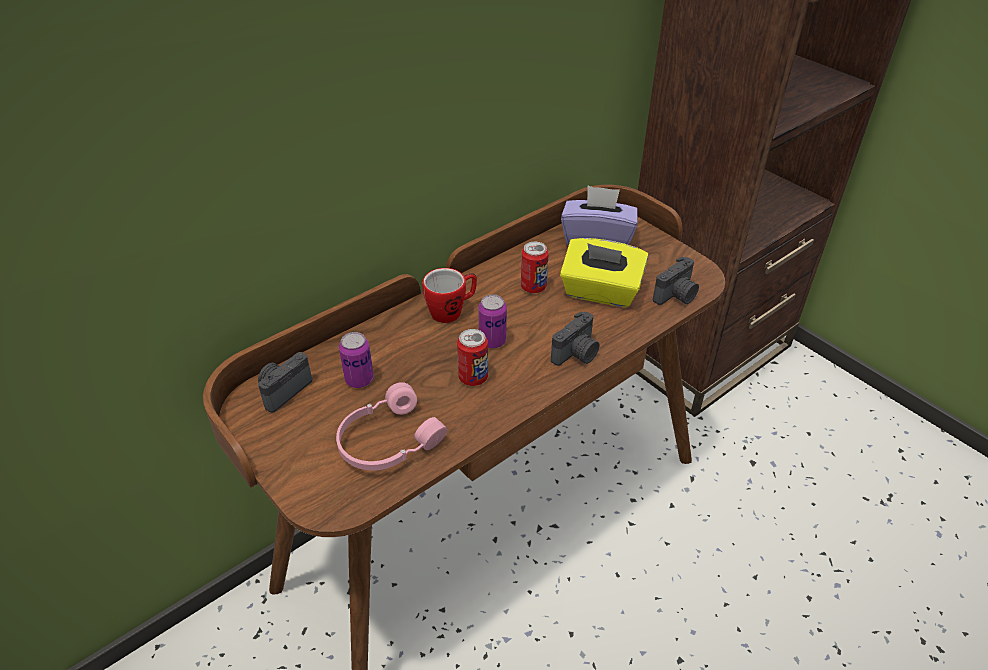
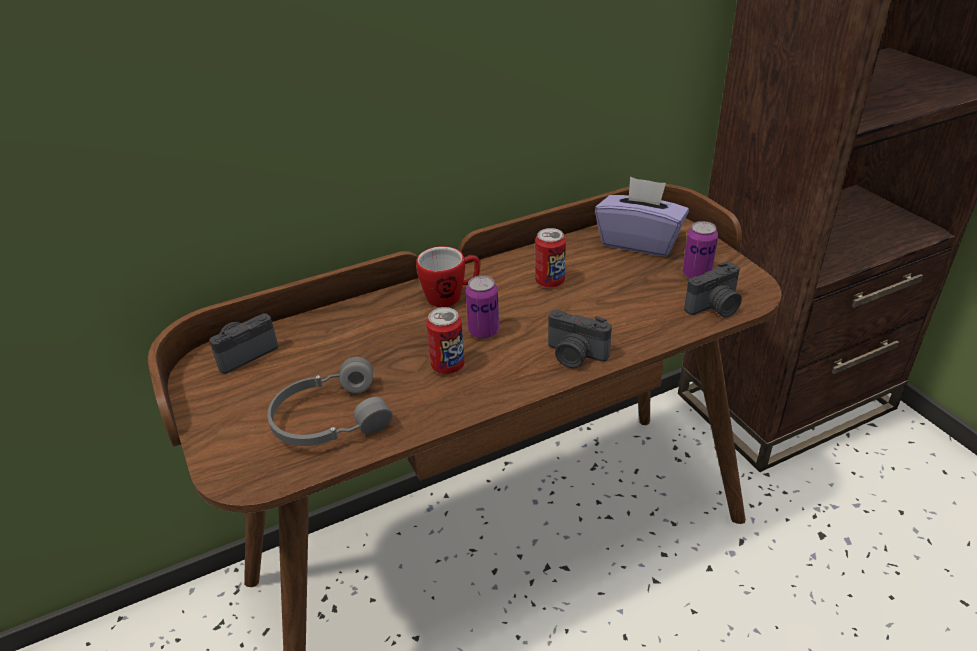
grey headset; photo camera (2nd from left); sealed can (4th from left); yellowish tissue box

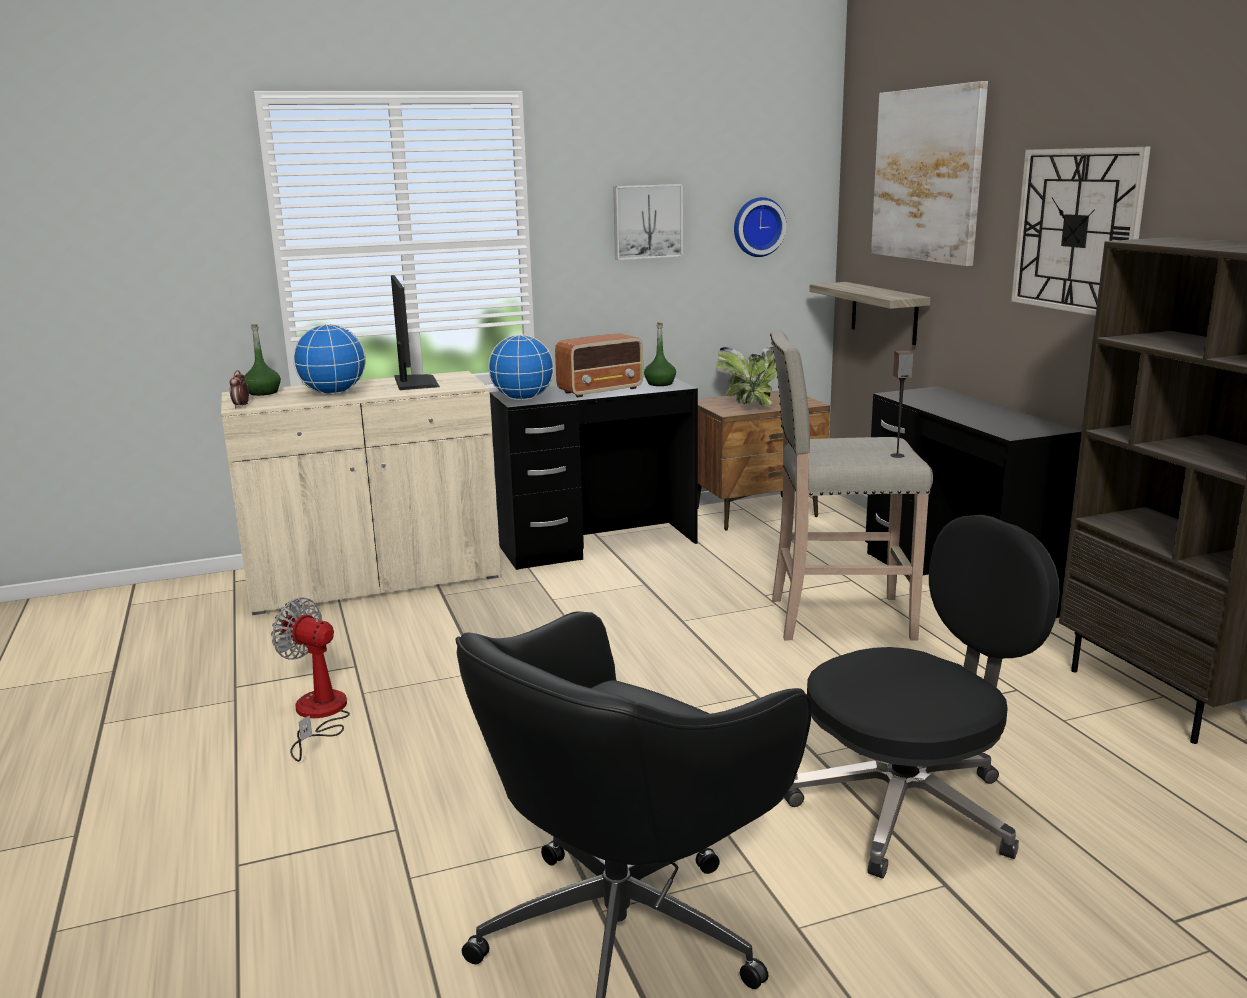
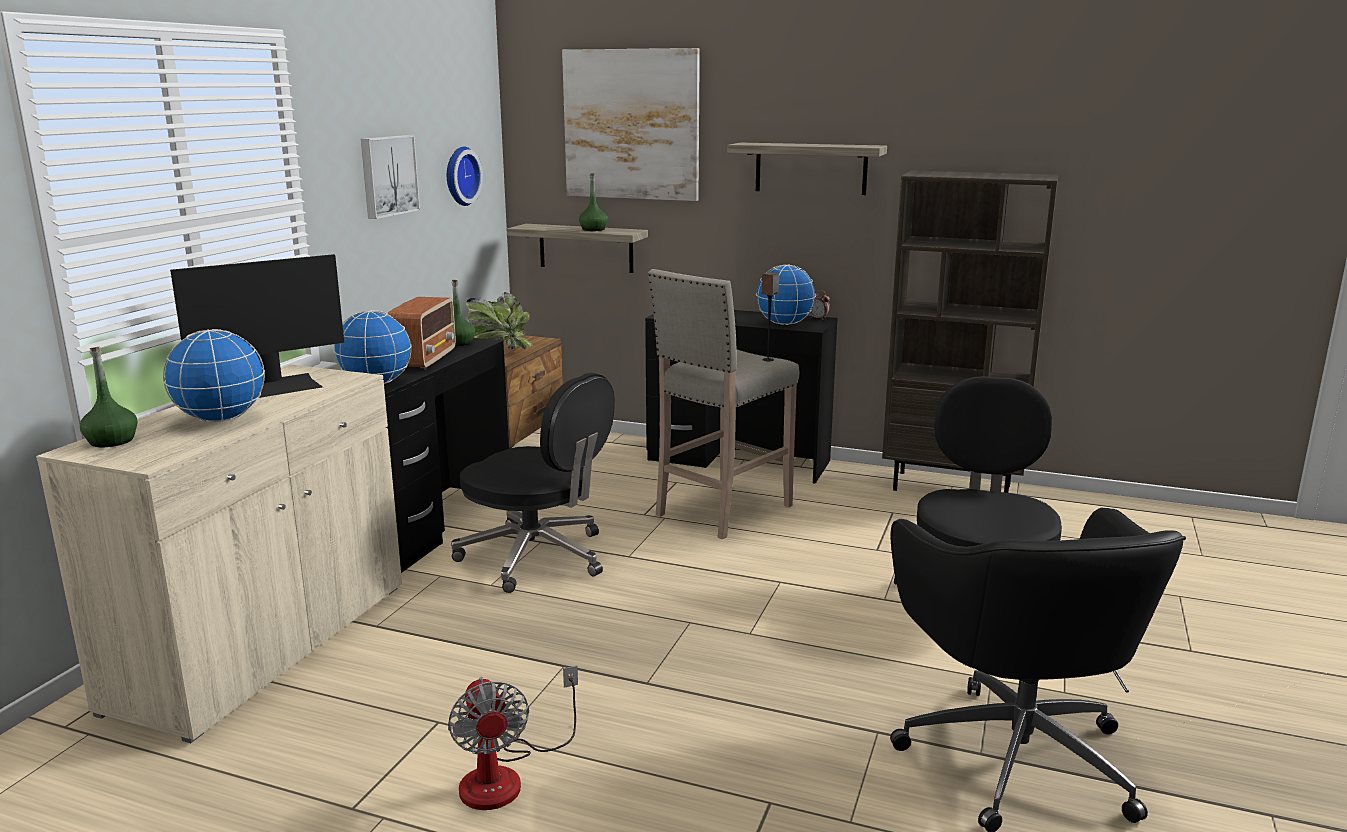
computer screen; electric fan; blackish computer chair (1st from left); green bottle (3rd from left); bracket shelf (2nd from left); globe (3rd from left); bedside clock

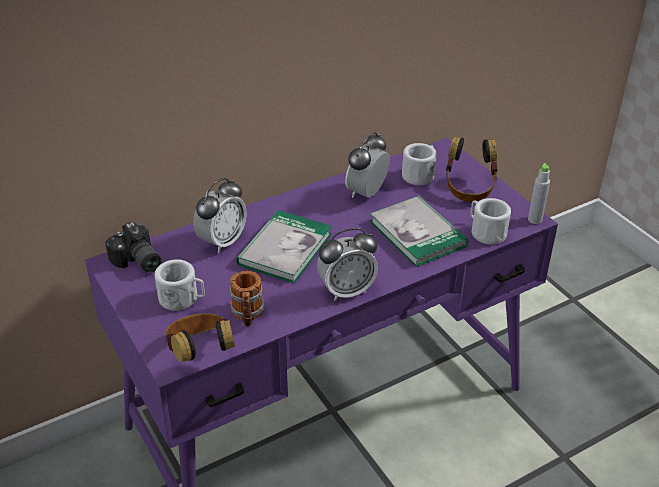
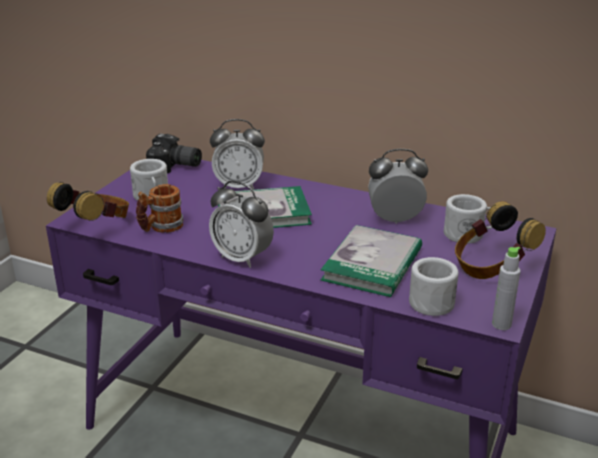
photo camera

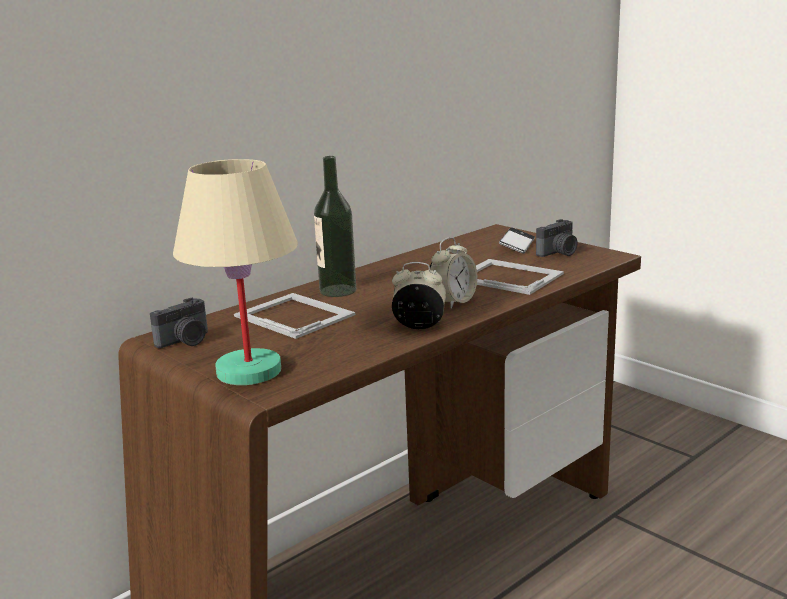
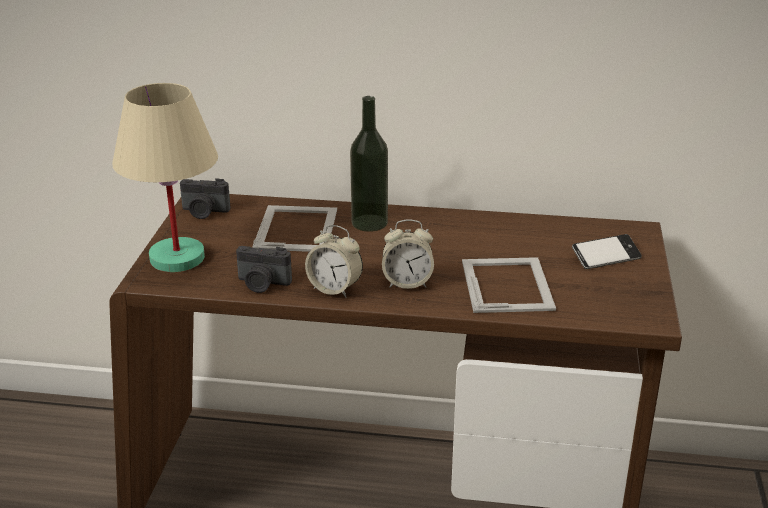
photo camera (2nd from left); bedside clock (1st from left)

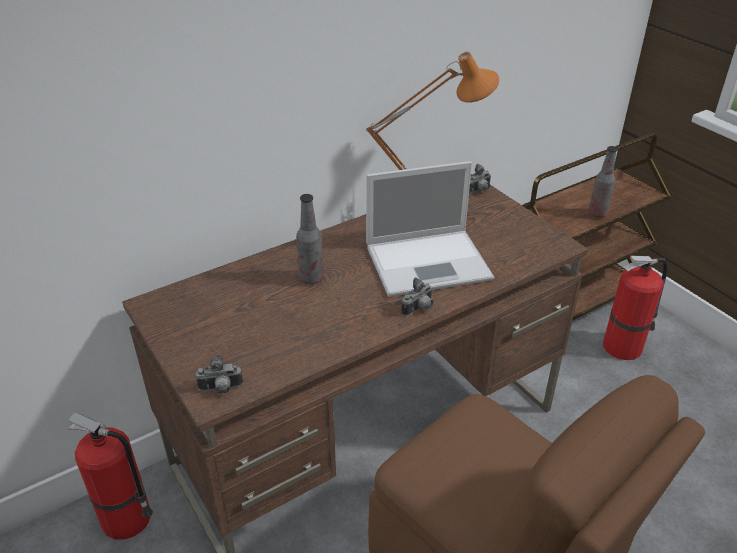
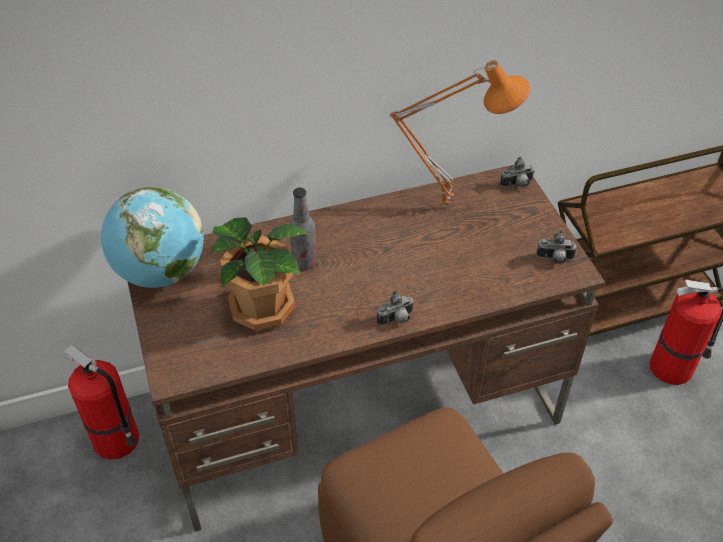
globe; potted plant; photo camera (3rd from left); laptop; bottle (2nd from left in the first image)

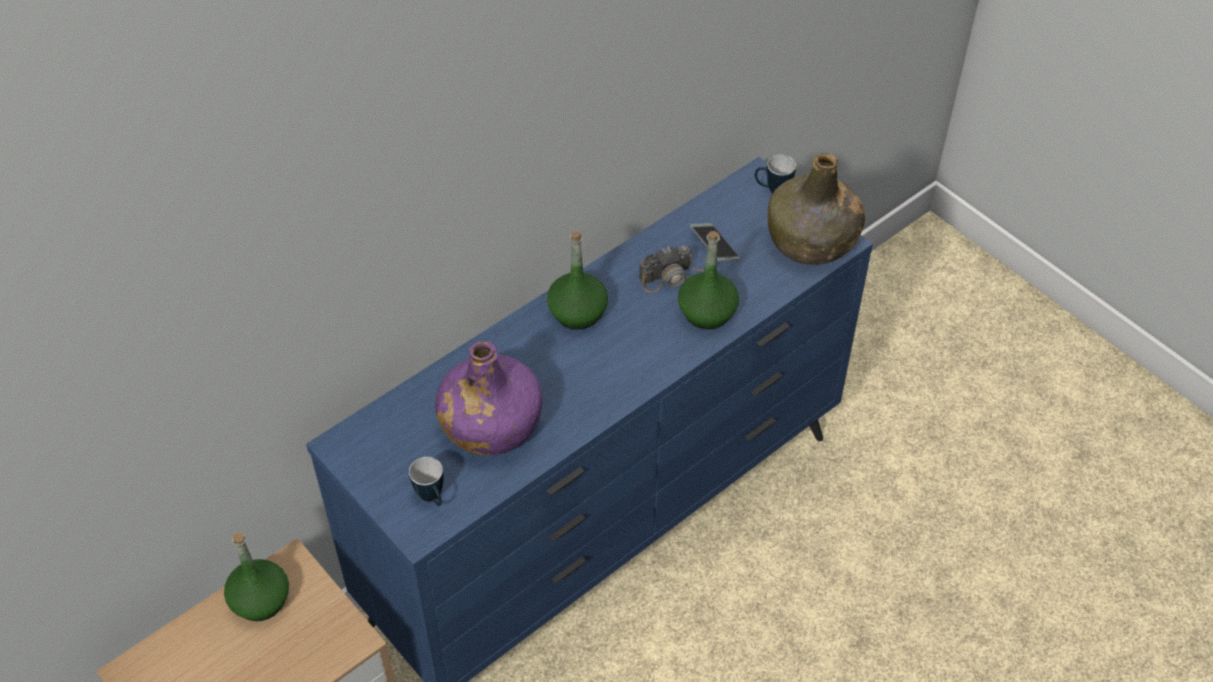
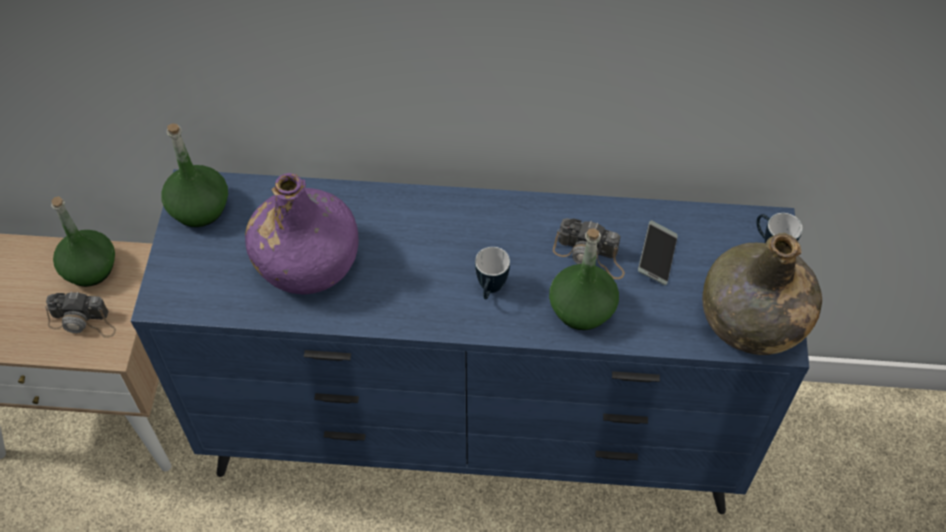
photo camera (1st from left); green bottle (2nd from left); tea mug (1st from left)

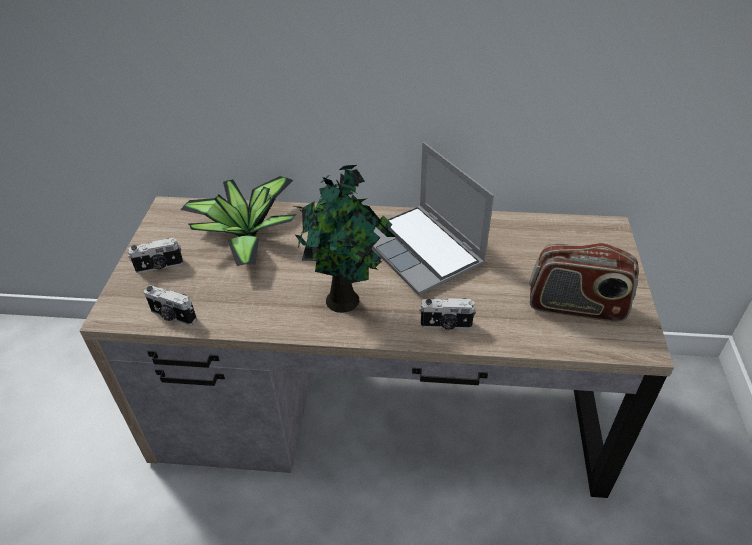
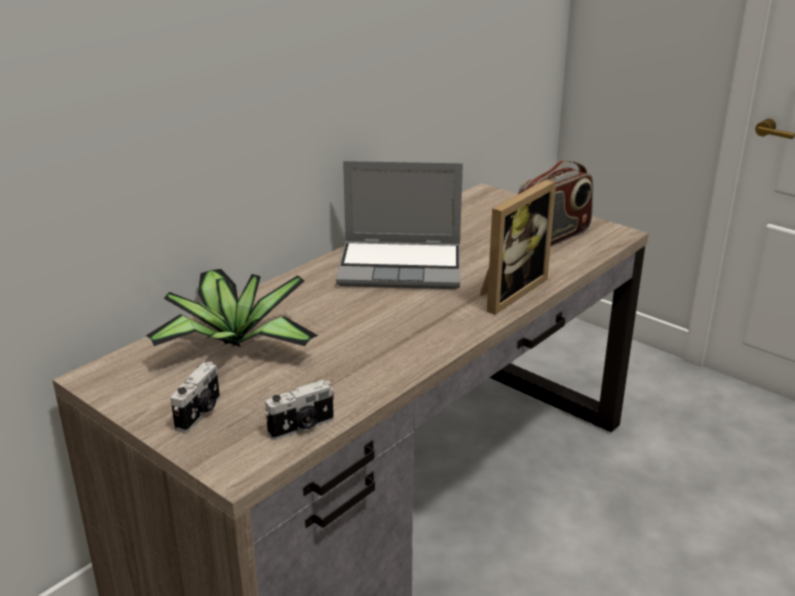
standing frame; potted plant (2nd from left in the first image)

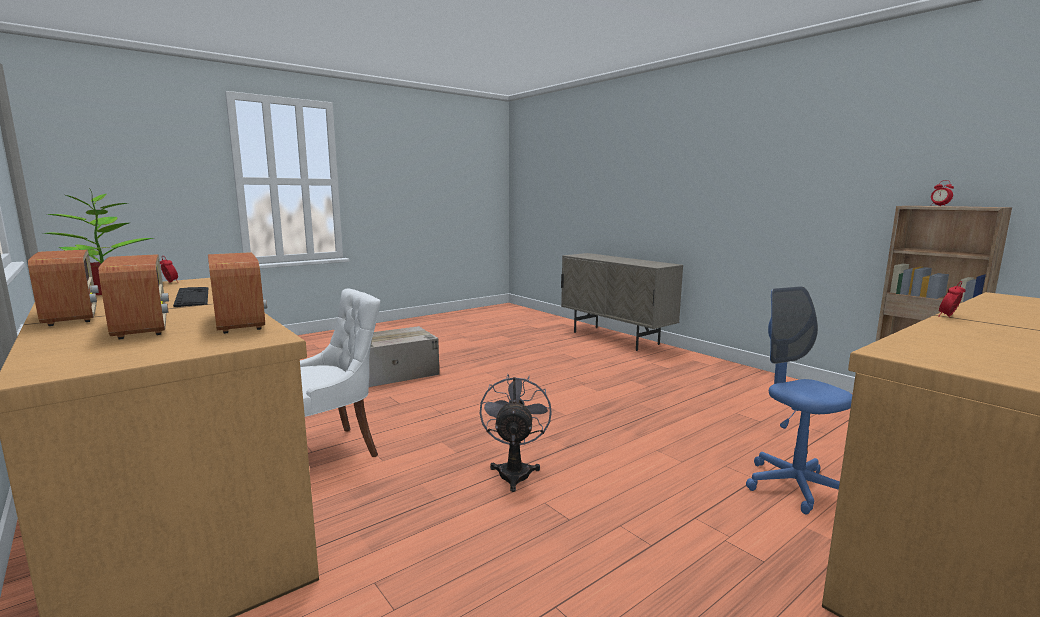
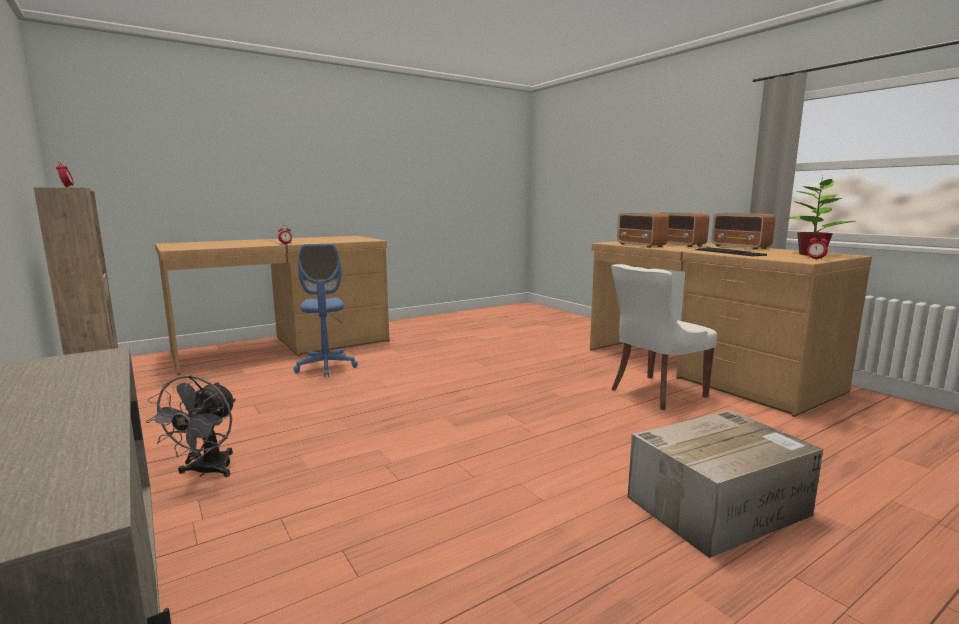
grey electric fan

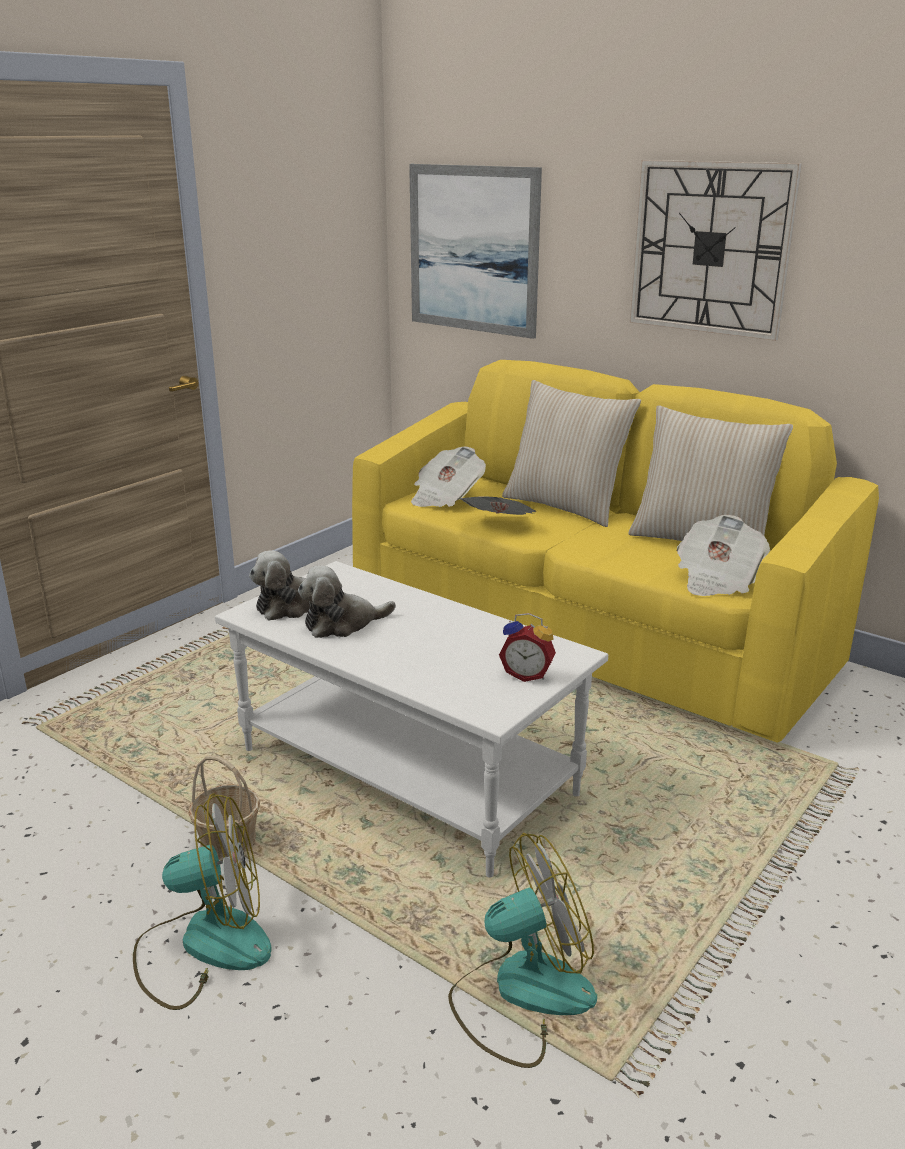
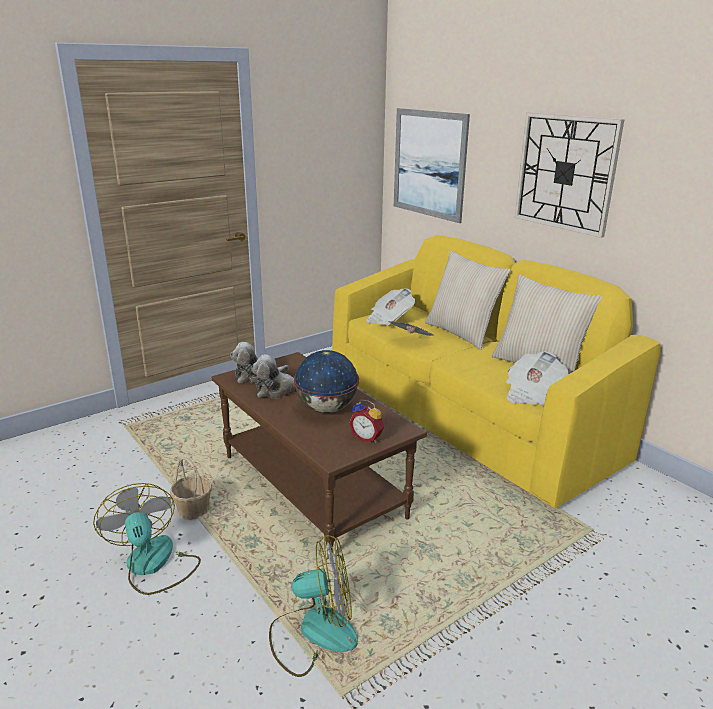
electric fan (1st from left); brown-coloured low table; globe

